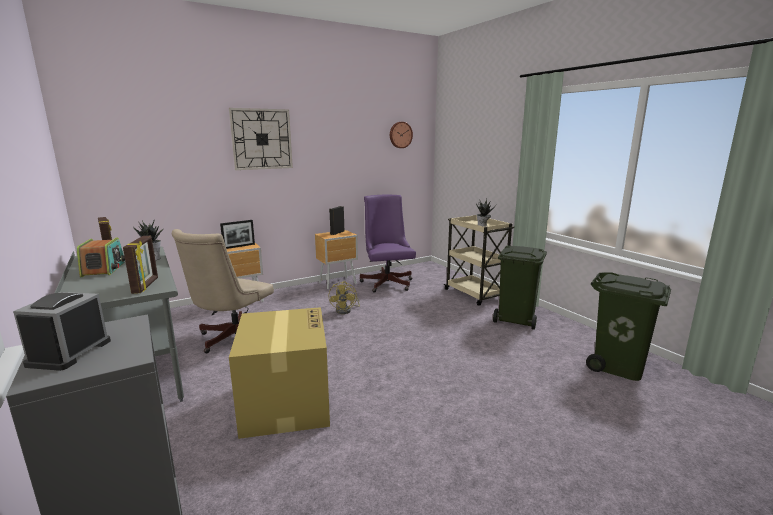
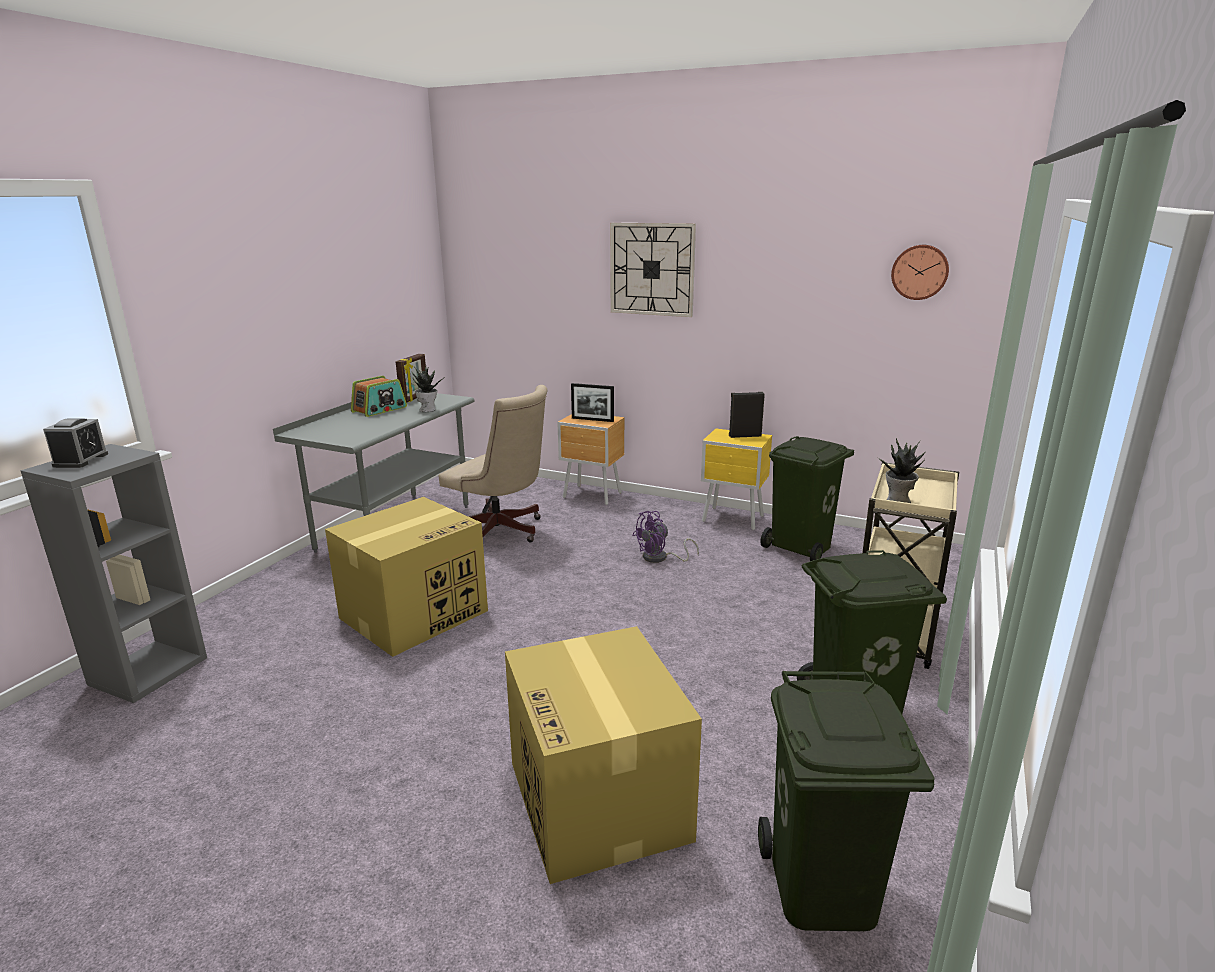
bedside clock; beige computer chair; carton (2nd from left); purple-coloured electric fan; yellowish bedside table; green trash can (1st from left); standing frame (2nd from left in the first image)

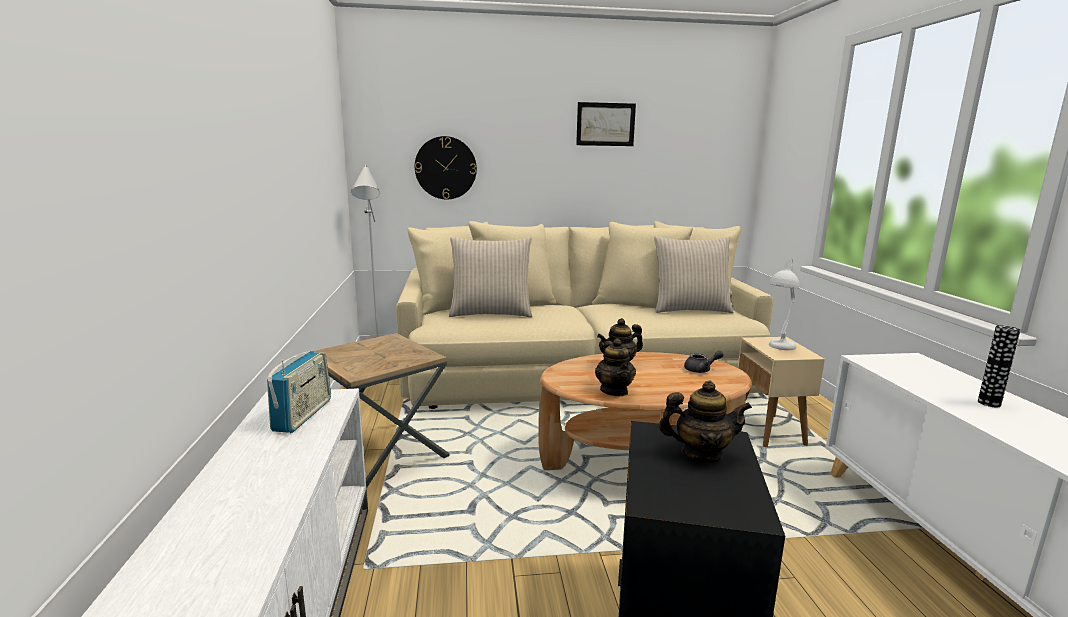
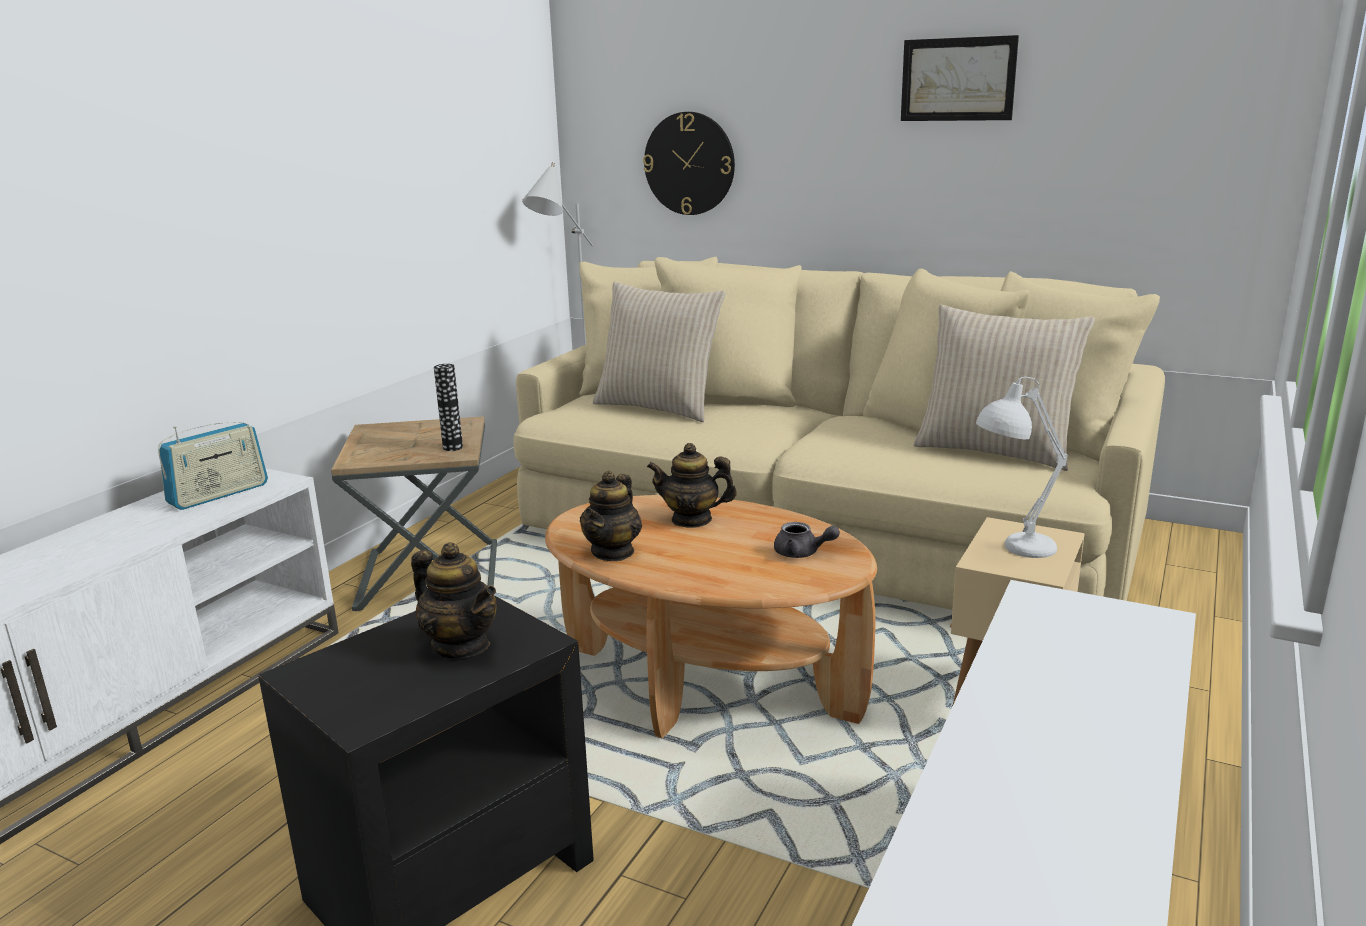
flower vase

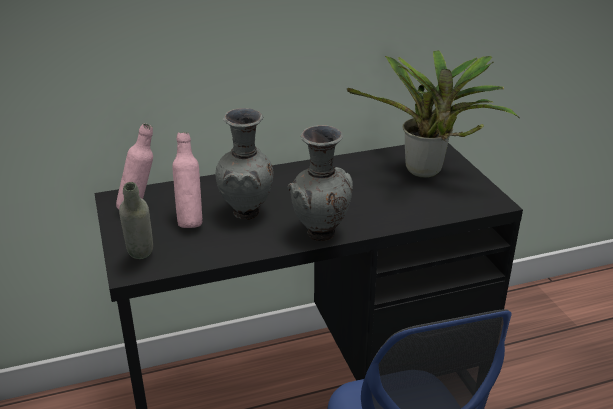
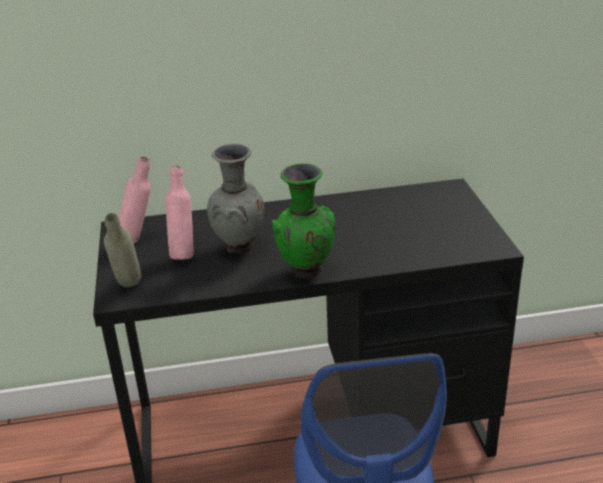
green flower vase; potted plant

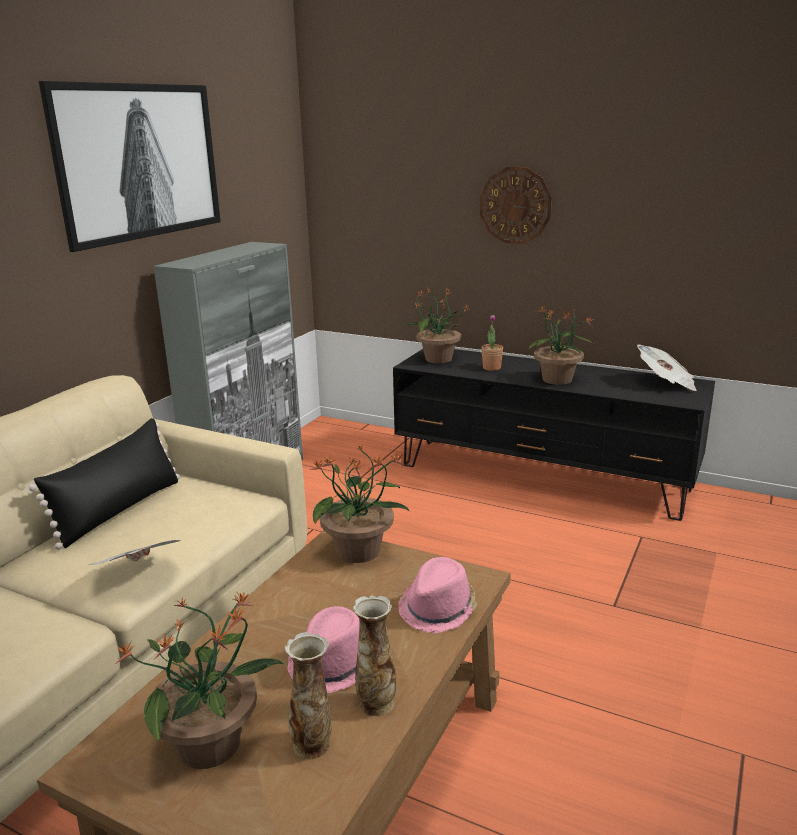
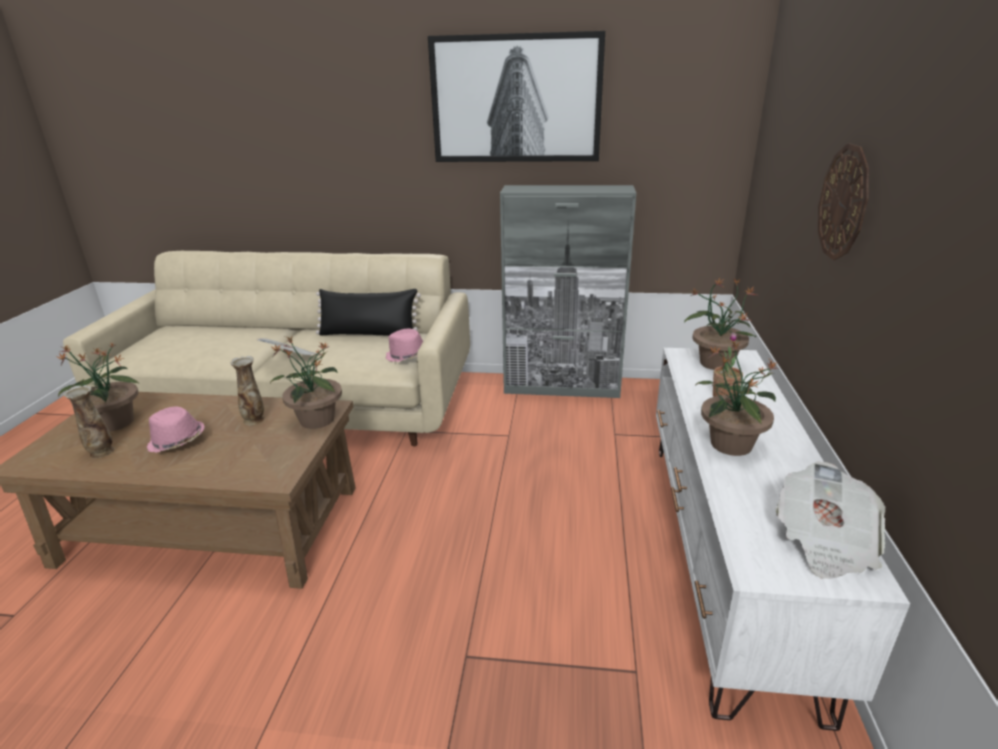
flower vase (2nd from left); pink clothing hat (2nd from left); white media console

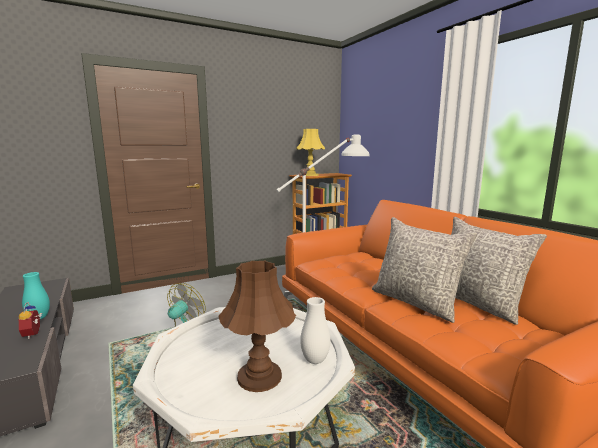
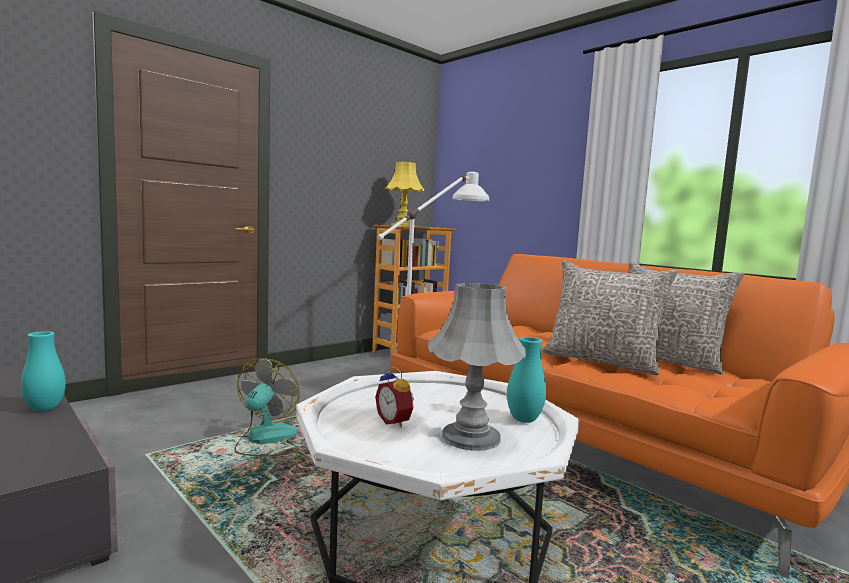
bedside clock; grey tabletop lamp; turquoise-coloured flower vase (2nd from left)

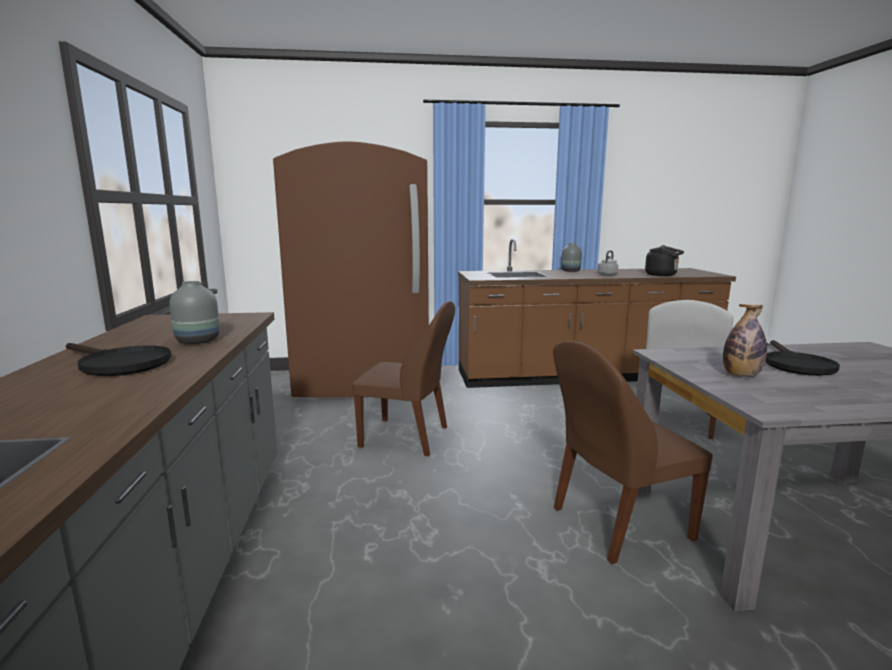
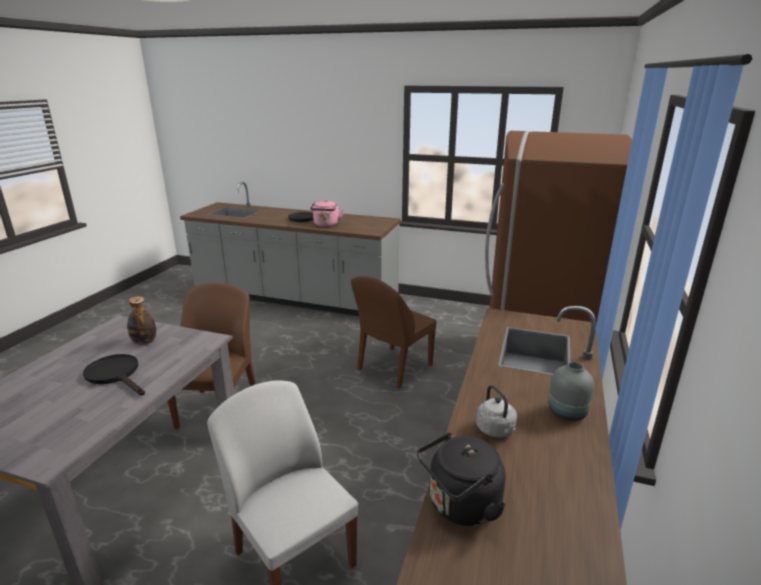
pink kettle

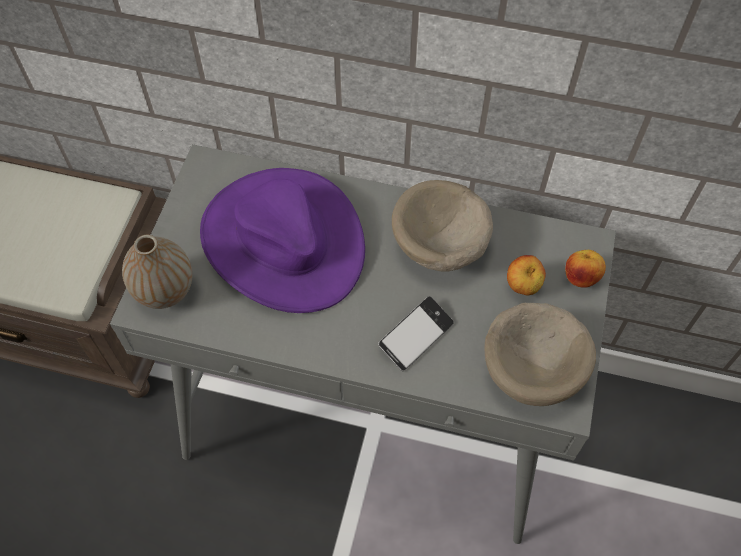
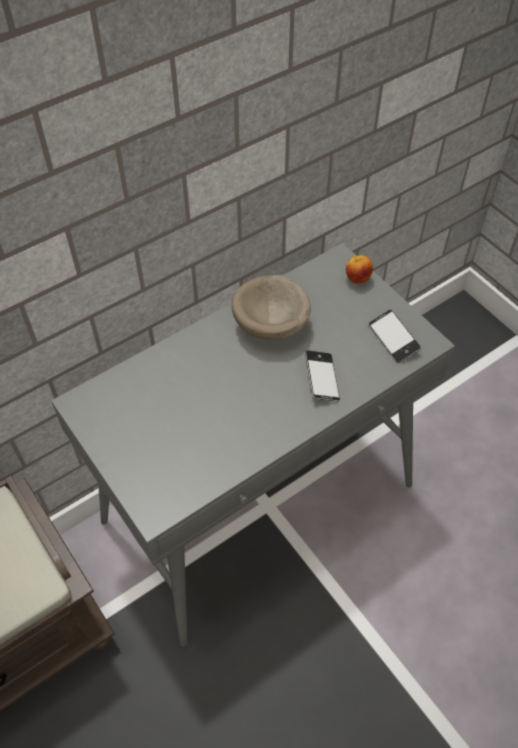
phone (2nd from left); flower vase; purple-coloured clothing hat; apple fruit (1st from left in the first image)

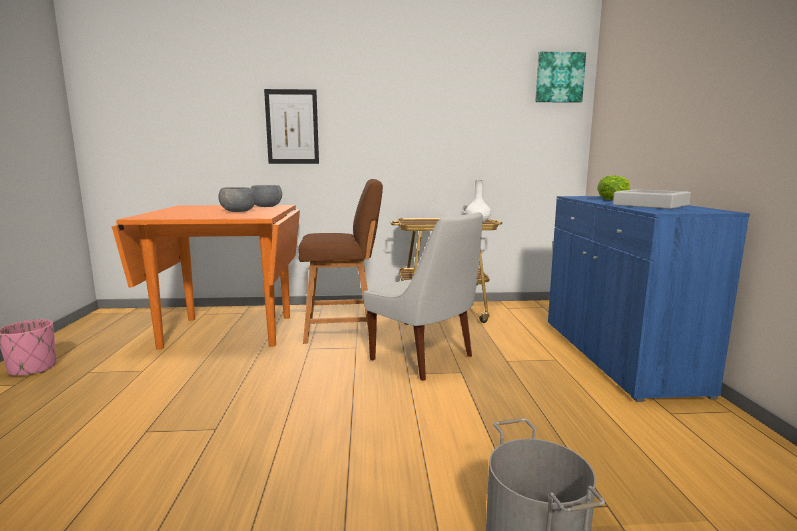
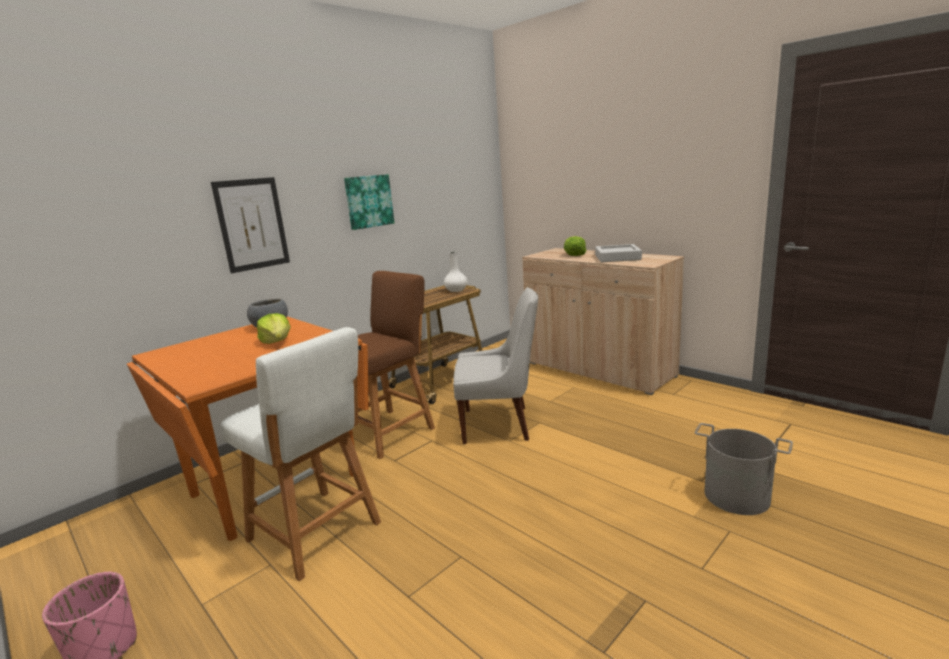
white sitting stool; lettuce (1st from left); picture (2nd from left); beige cupboard

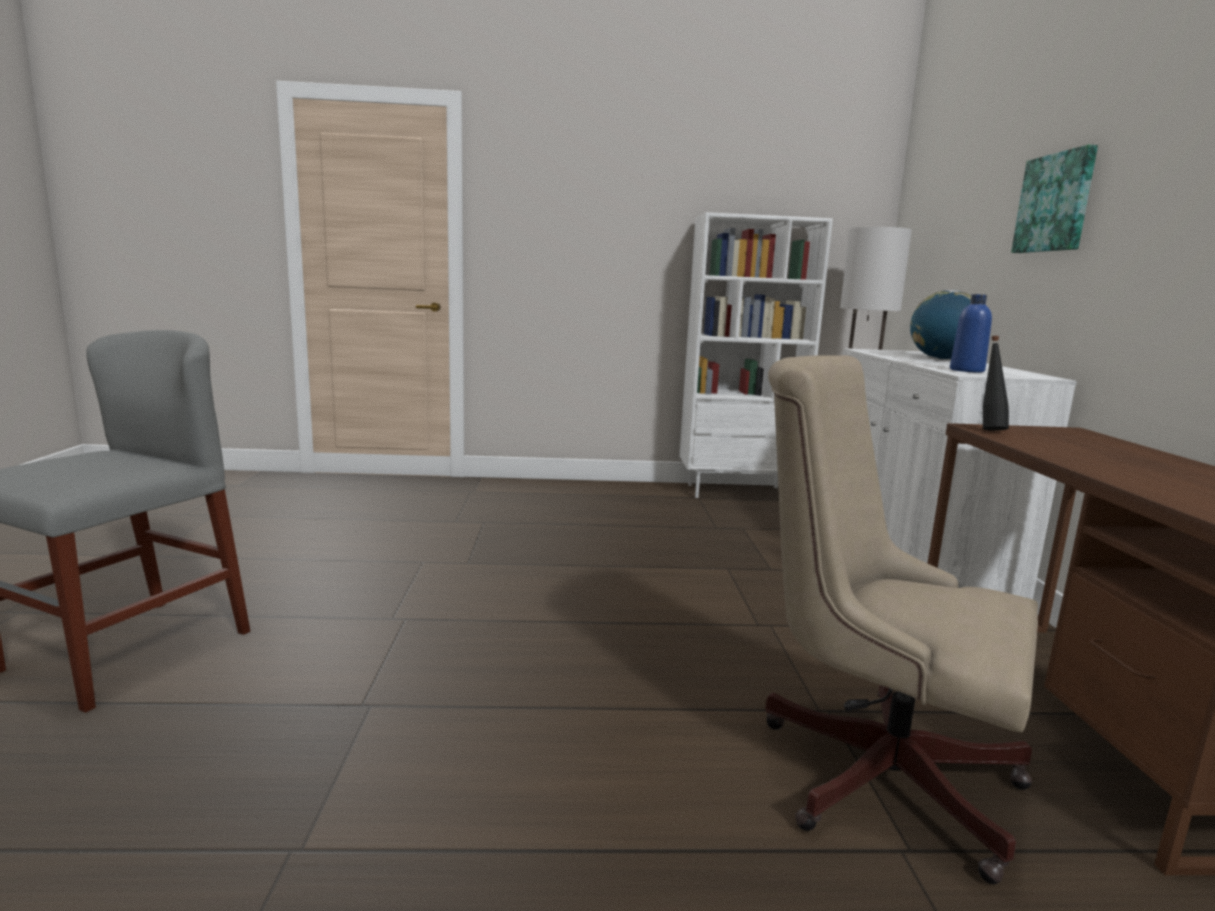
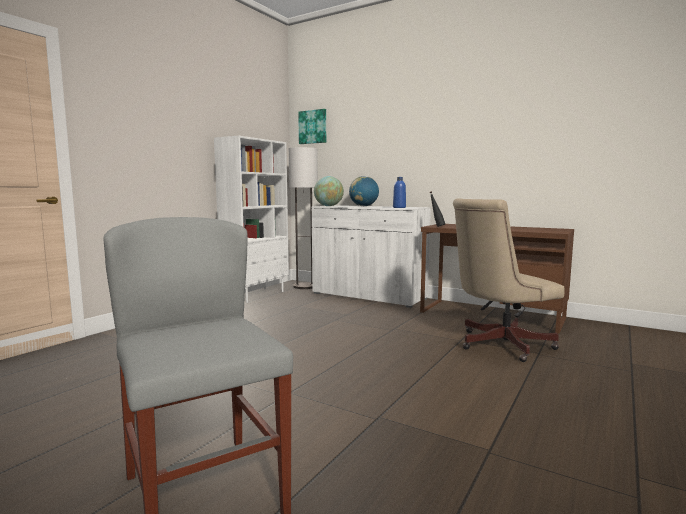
picture; globe (1st from left)

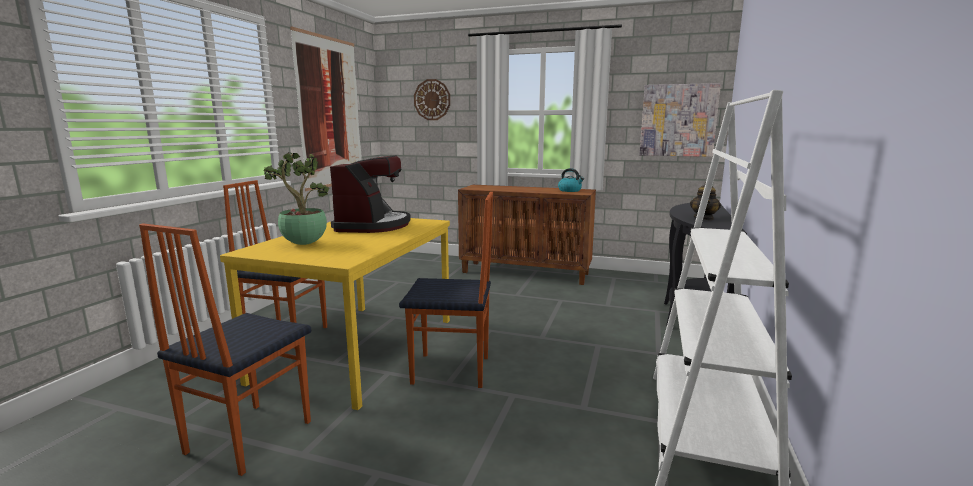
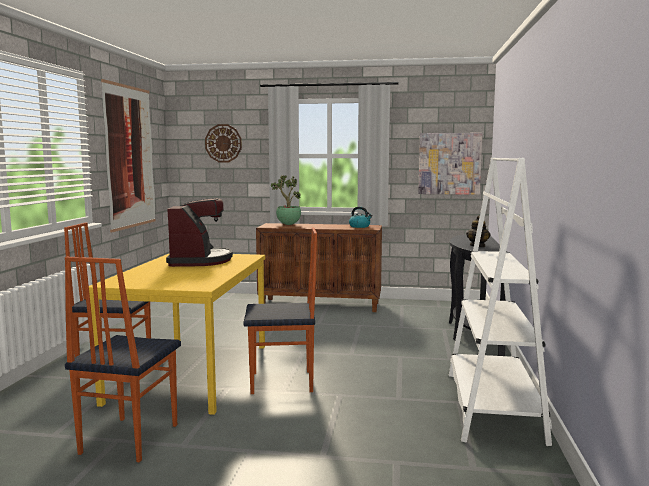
potted plant

